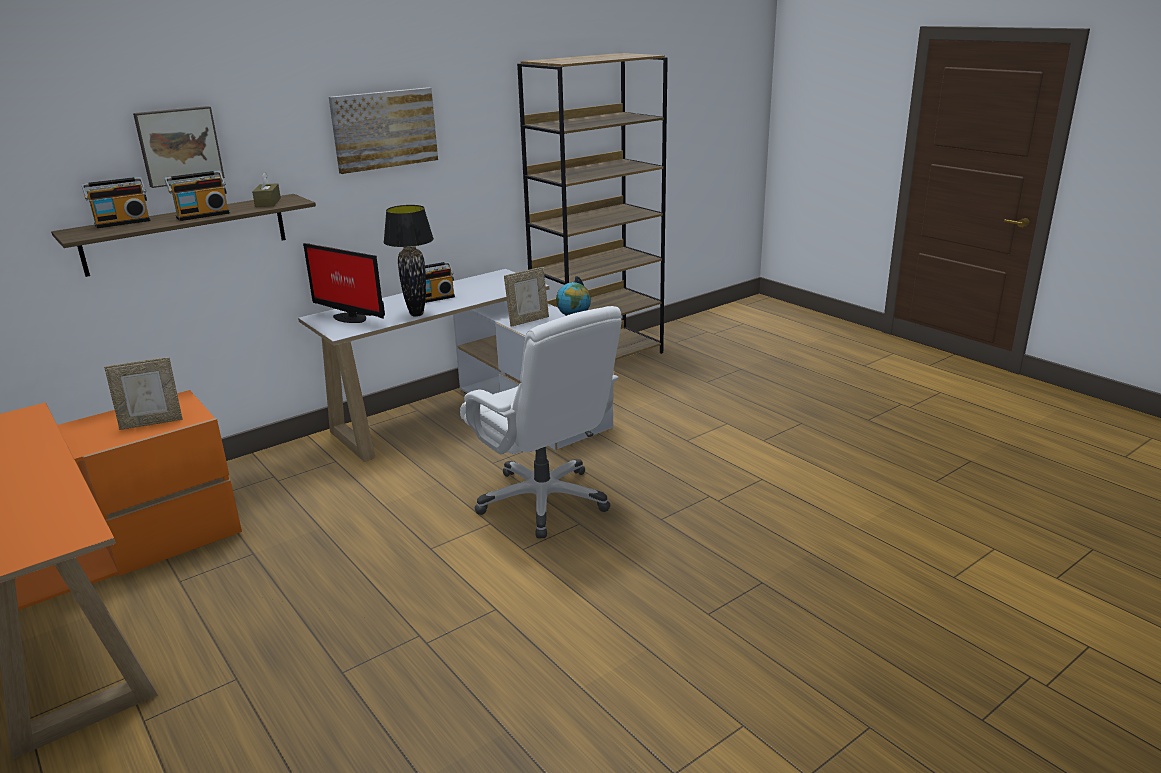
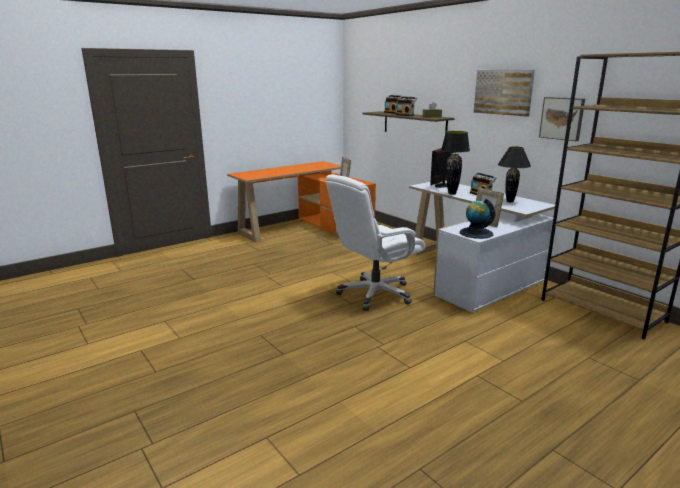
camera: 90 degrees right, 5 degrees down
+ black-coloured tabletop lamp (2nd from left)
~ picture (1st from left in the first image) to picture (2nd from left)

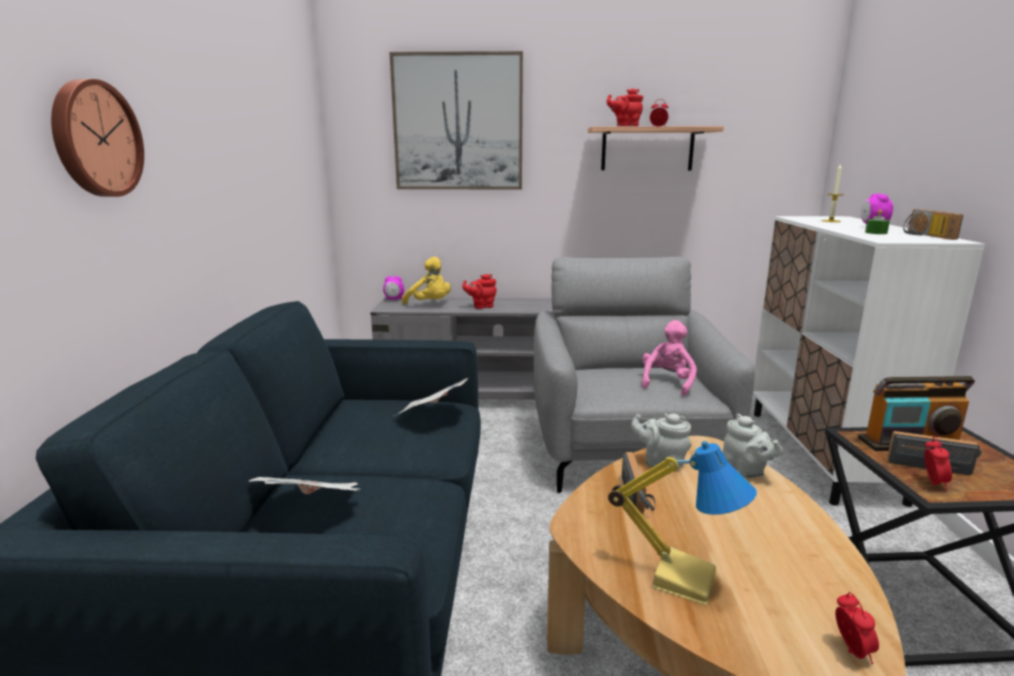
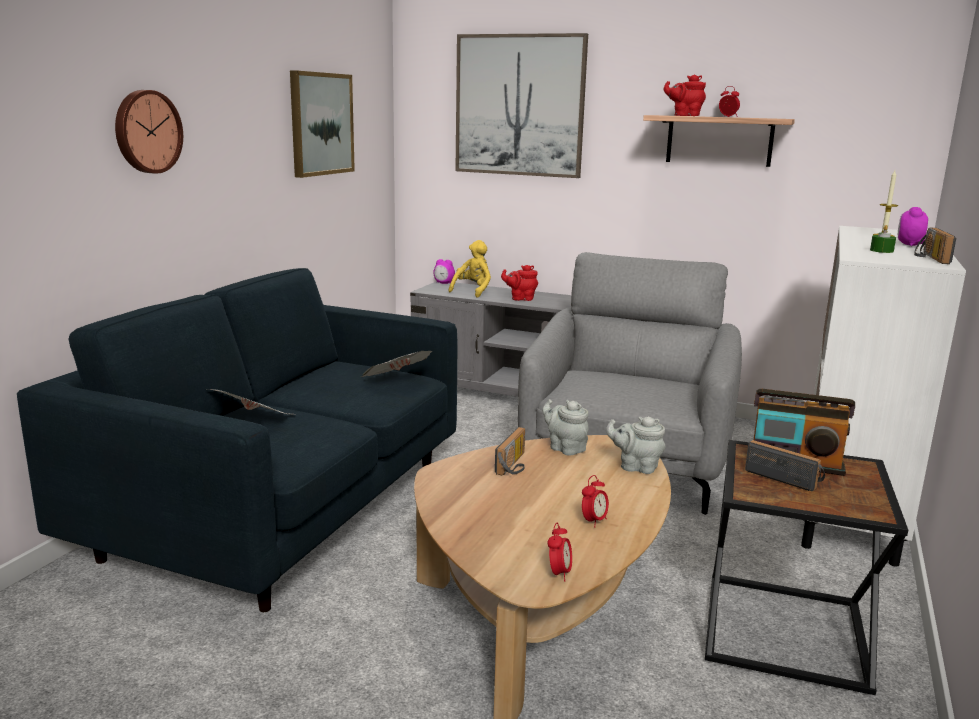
camera: 20 degrees right, 0 degrees up
- tabletop lamp
- pinkish plush toy
+ picture (1st from left)
~ alarm clock (5th from left in the first image) to alarm clock (3rd from left)
~ yellow-coloured plush toy 120 degrees counterclockwise
~ greyish tea pot (2nd from left) 120 degrees clockwise

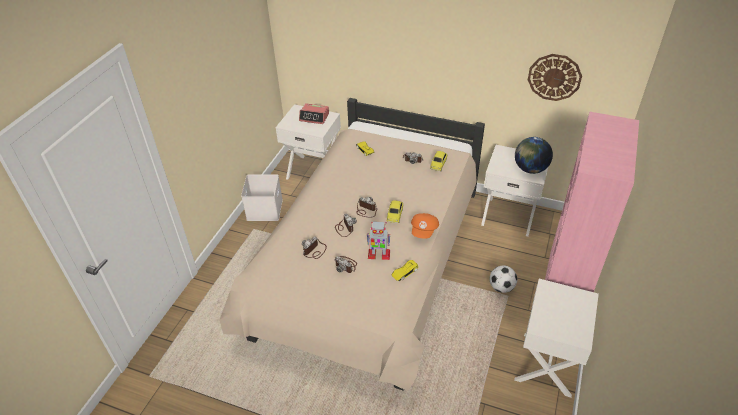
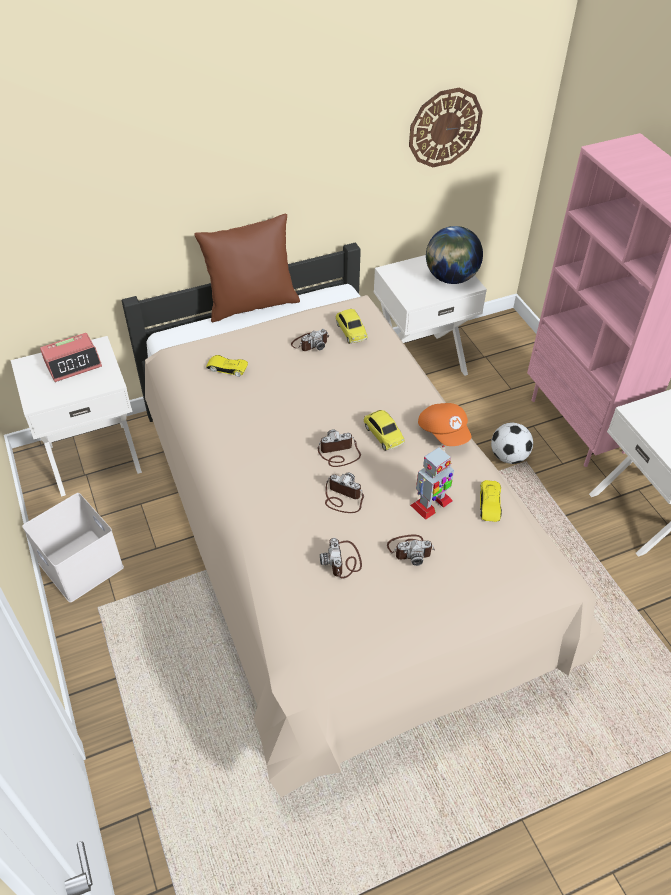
camera: 45 degrees left, 5 degrees up
+ brown cushion

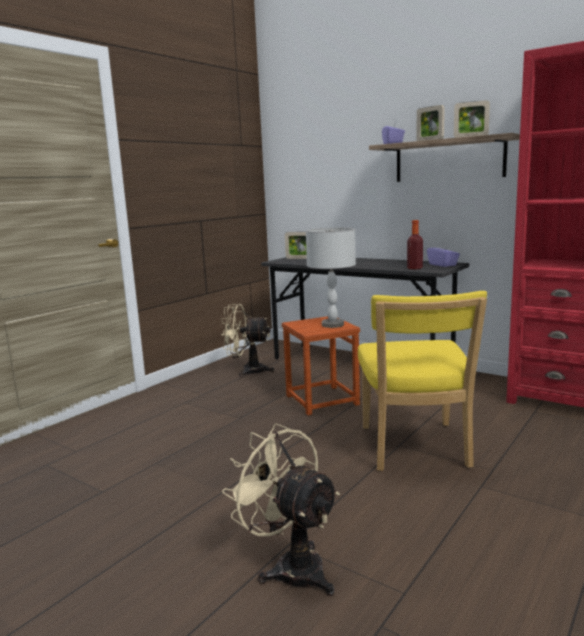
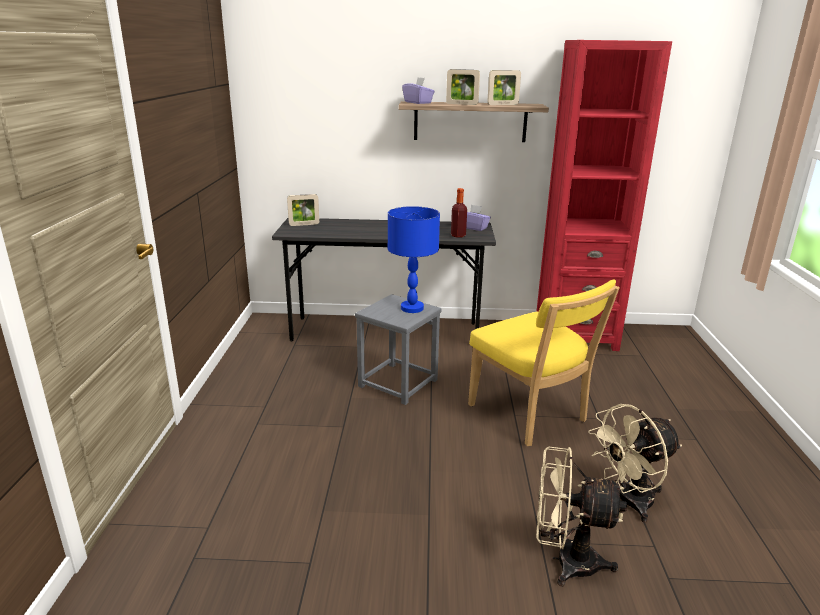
camera: 35 degrees left, 10 degrees up
~ sand-coloured electric fan (1st from left in the first image) to sand-coloured electric fan (2nd from left)
~ brown sitting stool to greyish sitting stool
~ greyish tabletop lamp to blue-coloured tabletop lamp

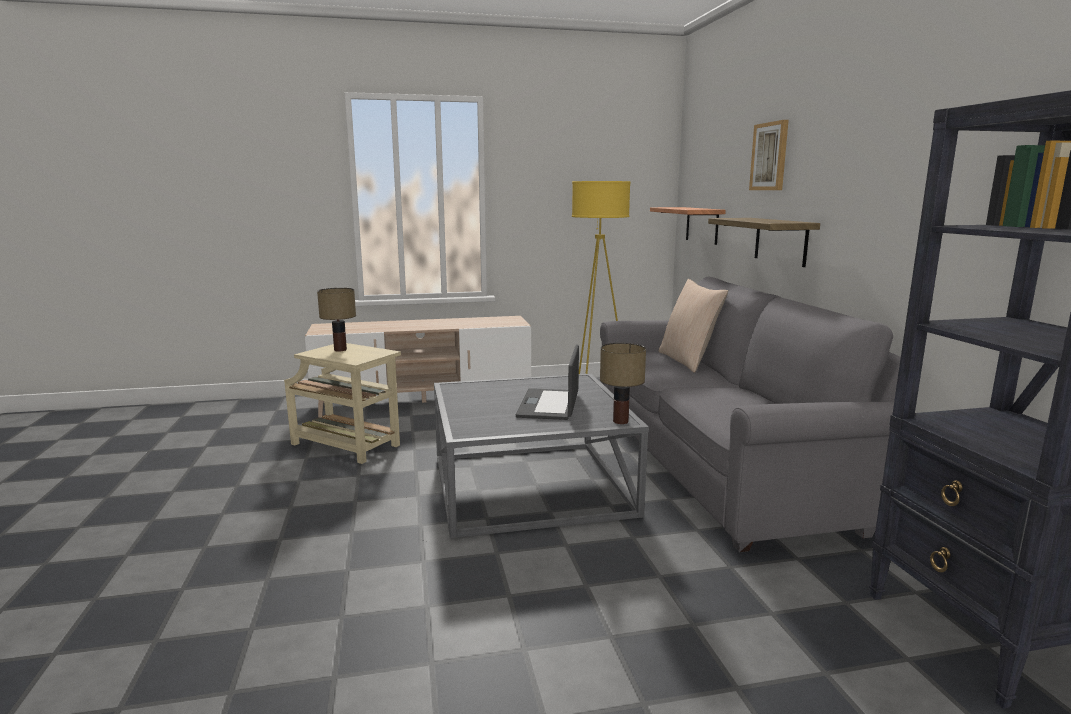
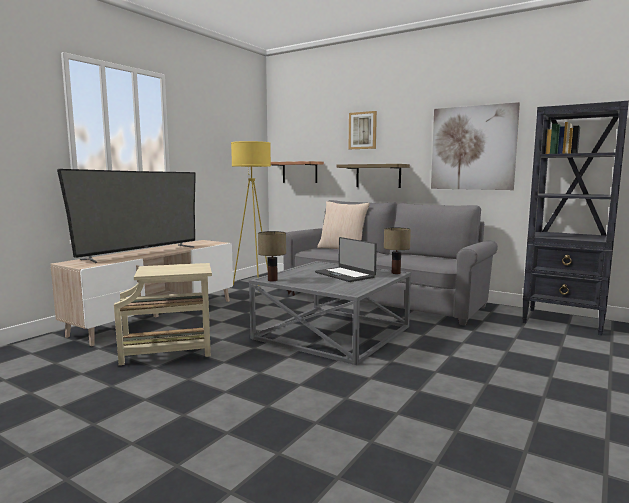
camera: 45 degrees left, 5 degrees down
+ TV
+ picture (2nd from left)
~ tabletop lamp (1st from left)

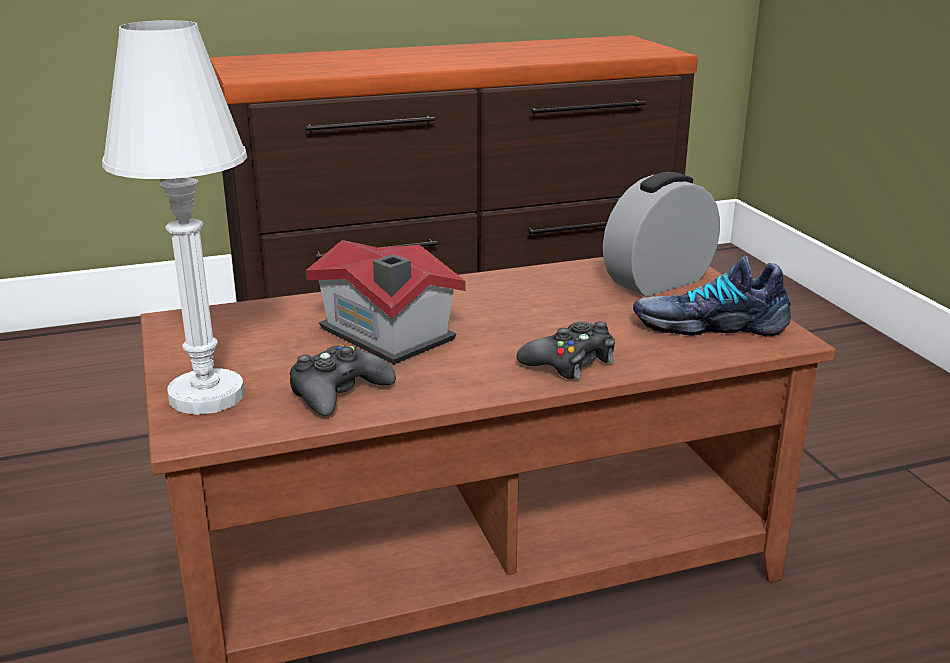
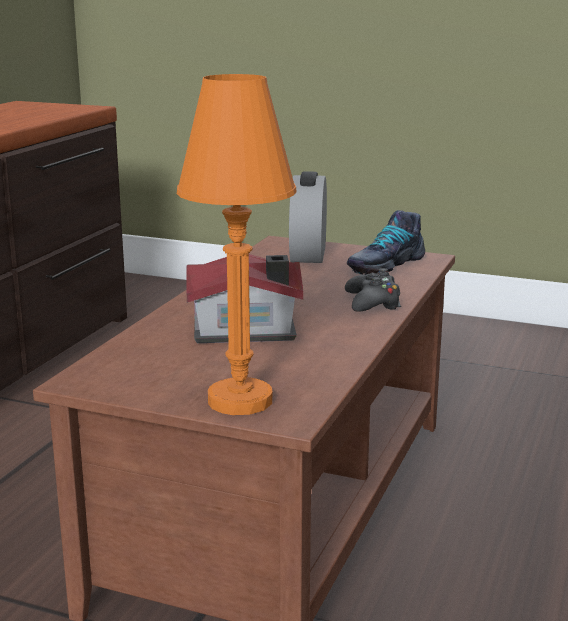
camera: 50 degrees left, 5 degrees down
- black-coloured game controller (1st from left)
~ white tabletop lamp to orange-coloured tabletop lamp

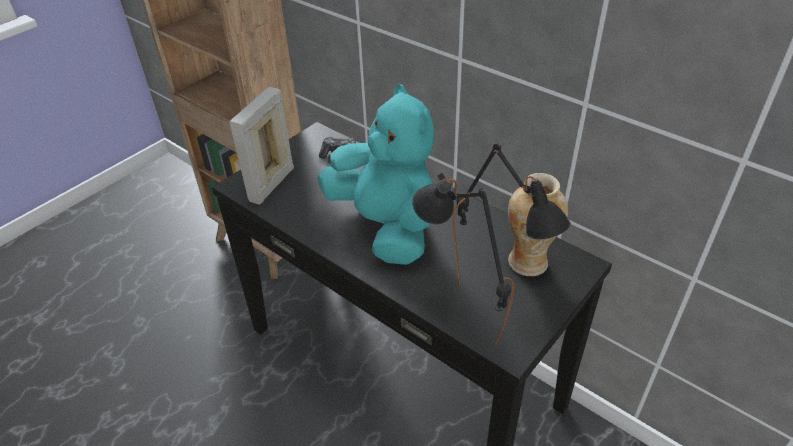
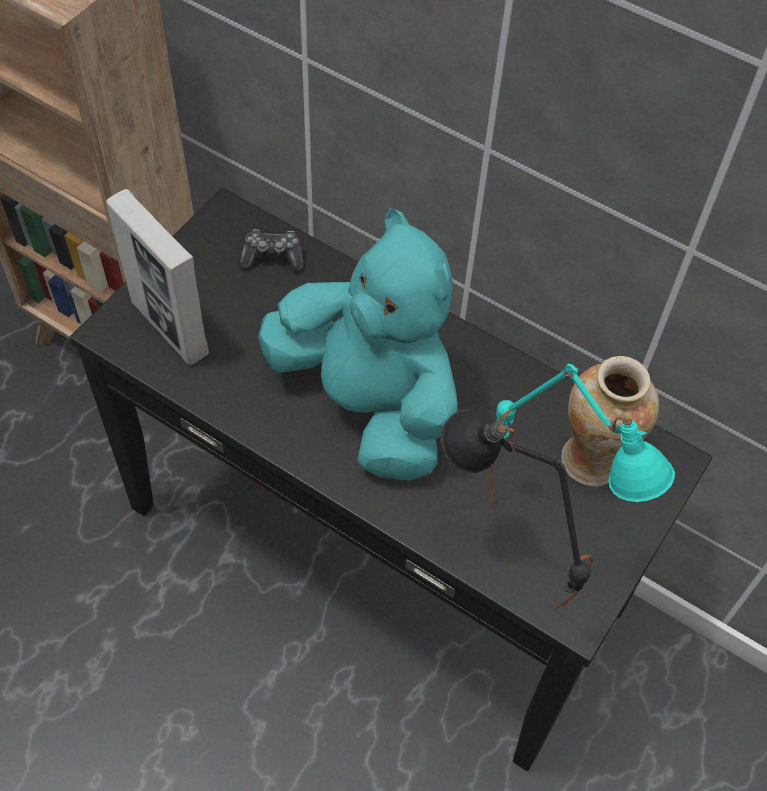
camera: 10 degrees left, 15 degrees up
~ black-coloured tabletop lamp (2nd from left) to turquoise tabletop lamp
~ standing frame 60 degrees counterclockwise

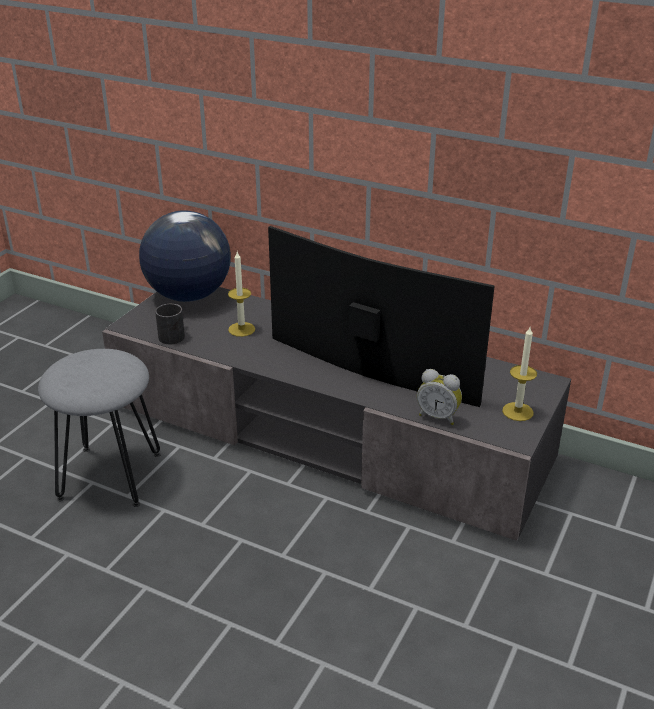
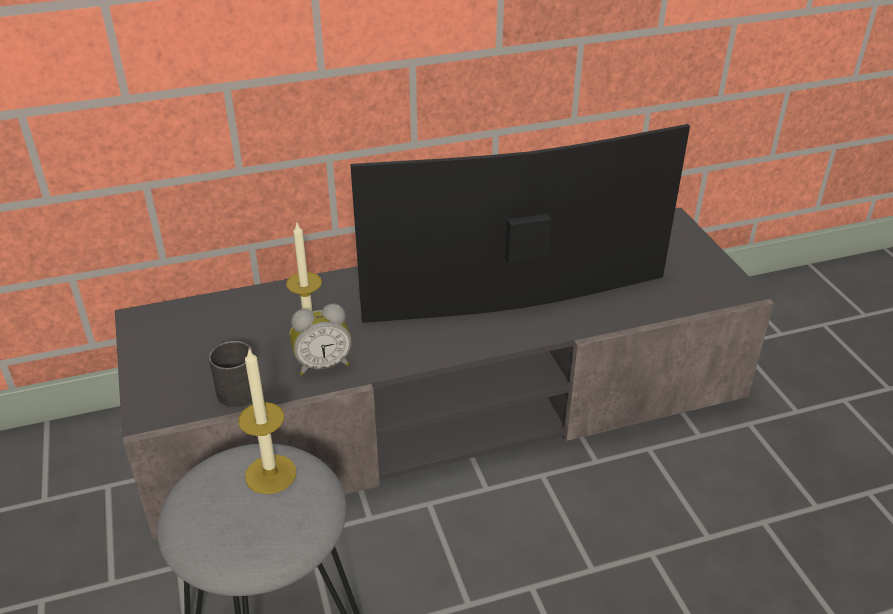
camera: 45 degrees left, 5 degrees up
- desk globe
~ alarm clock
~ candle (2nd from left in the first image) to candle (1st from left)

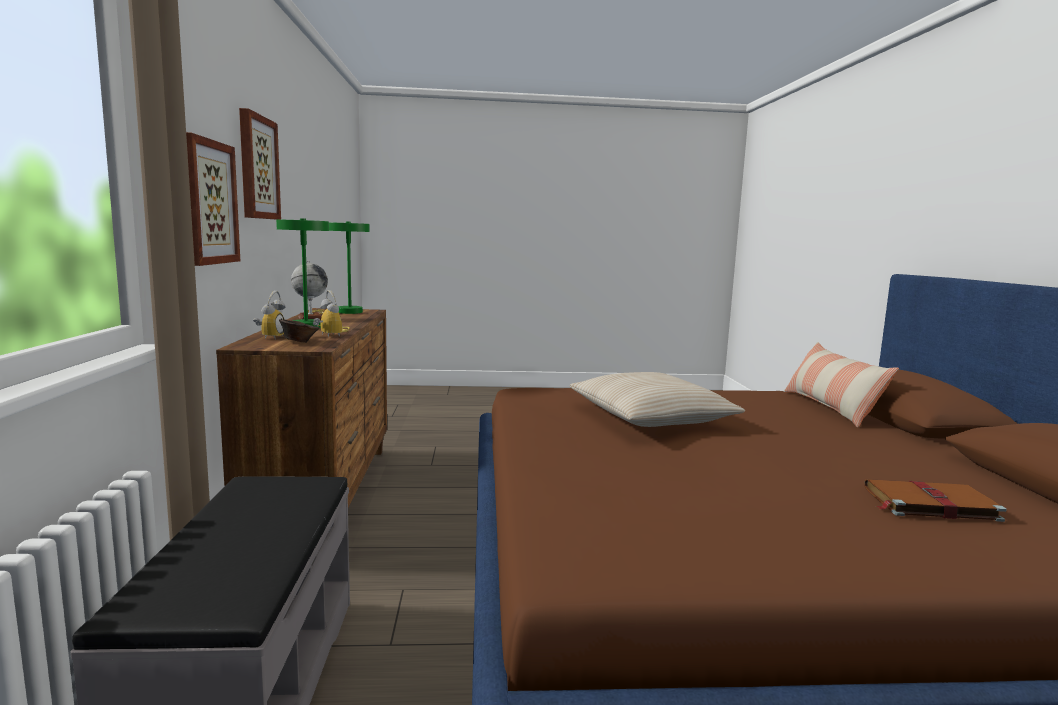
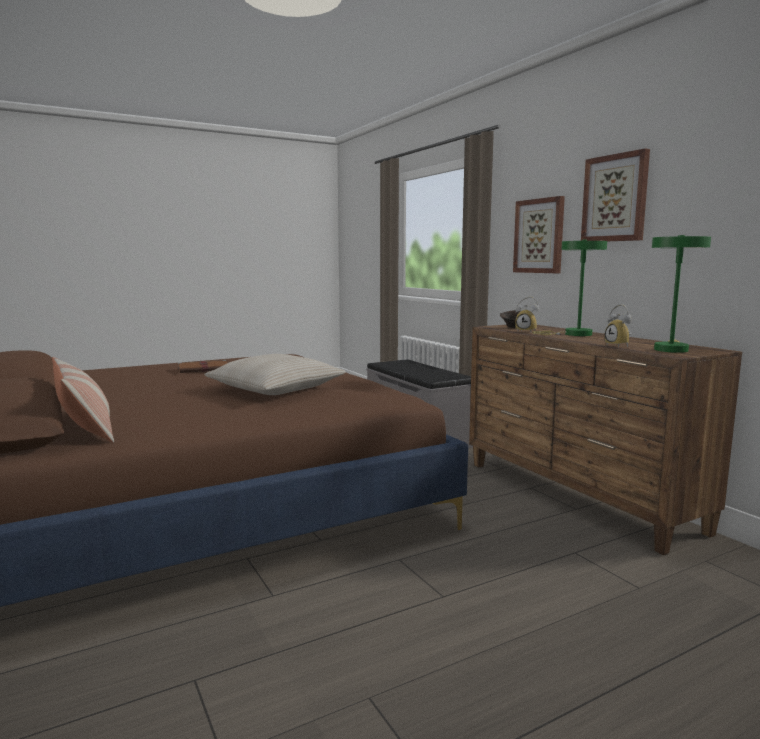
camera: 155 degrees right, 0 degrees up
- desk globe
~ alarm clock (1st from left in the first image) to alarm clock (2nd from left)
~ brown bound book

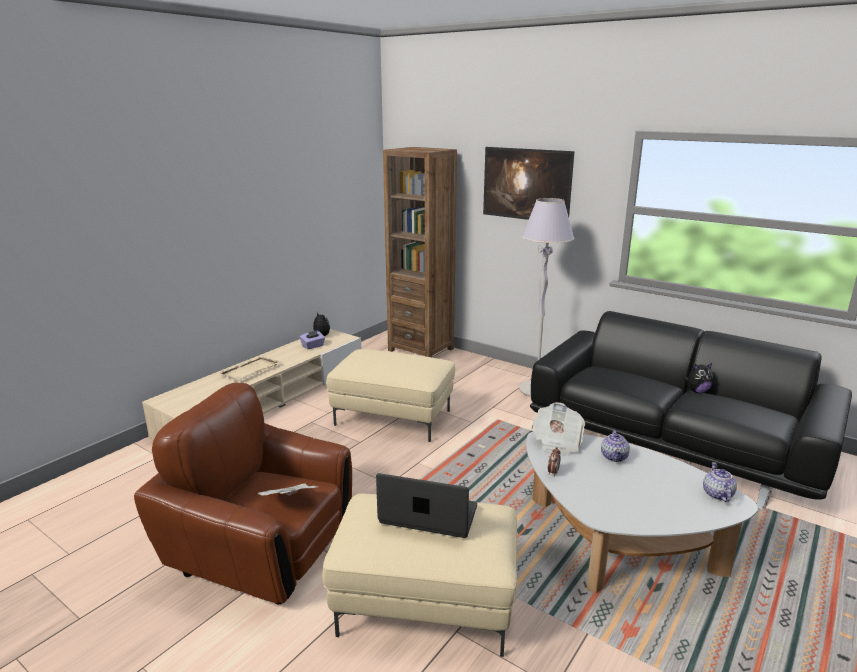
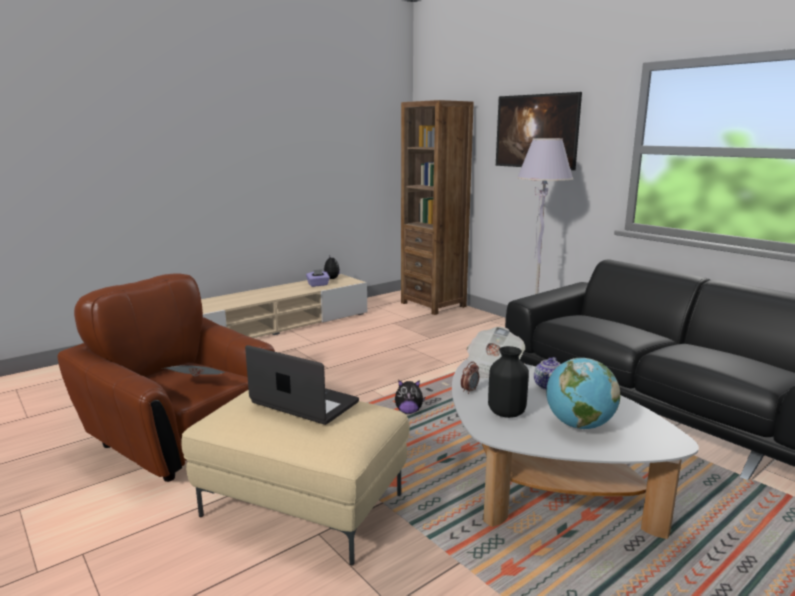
camera: 15 degrees right, 5 degrees down
- sand-coloured carrying tray
- sand-coloured footrest (1st from left)
- tea pot (2nd from left)
+ black-coloured vase
+ desk globe
~ plush toy (2nd from left)

